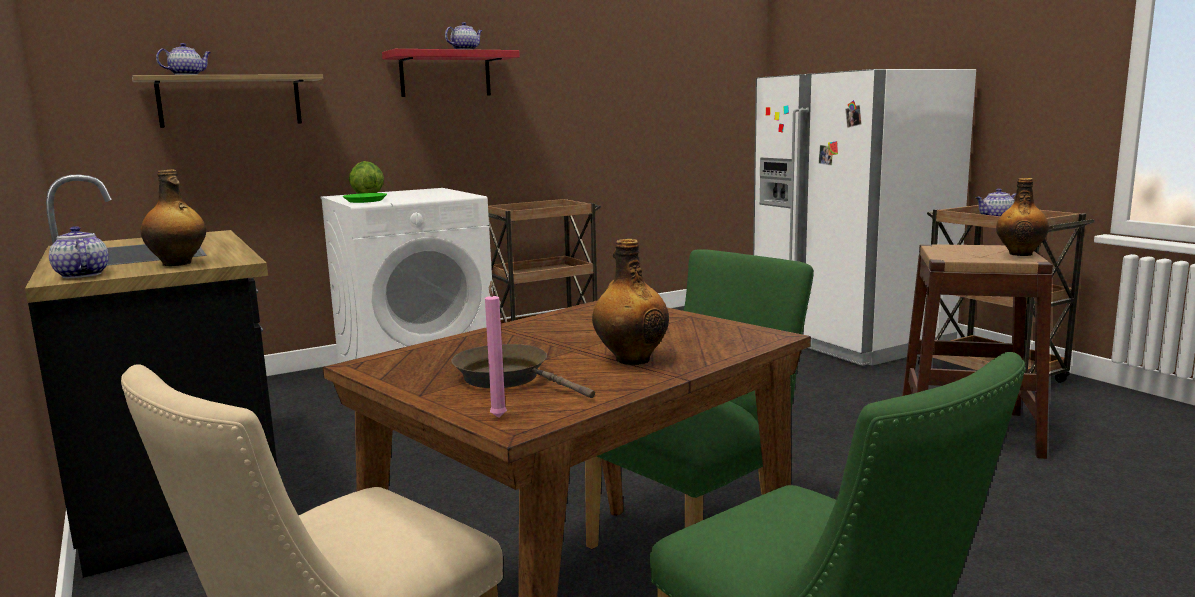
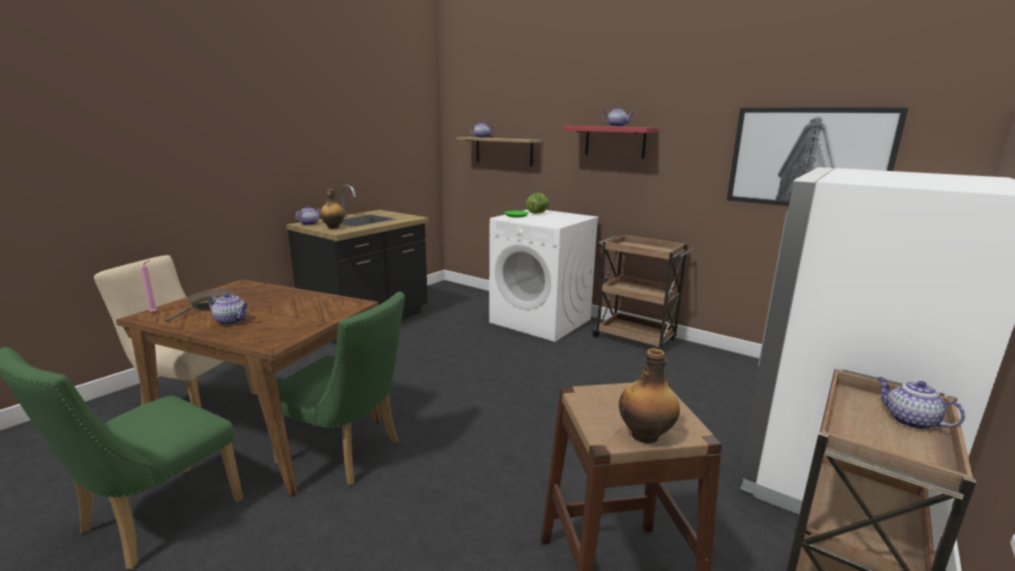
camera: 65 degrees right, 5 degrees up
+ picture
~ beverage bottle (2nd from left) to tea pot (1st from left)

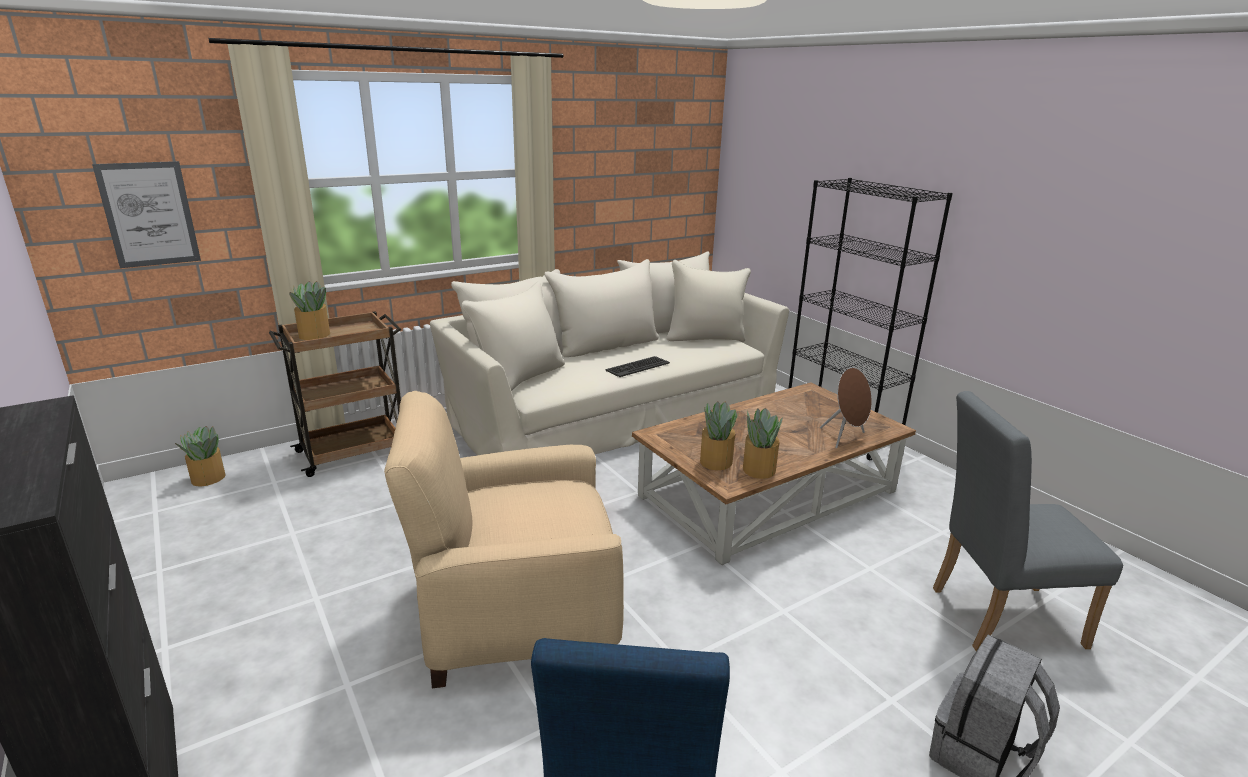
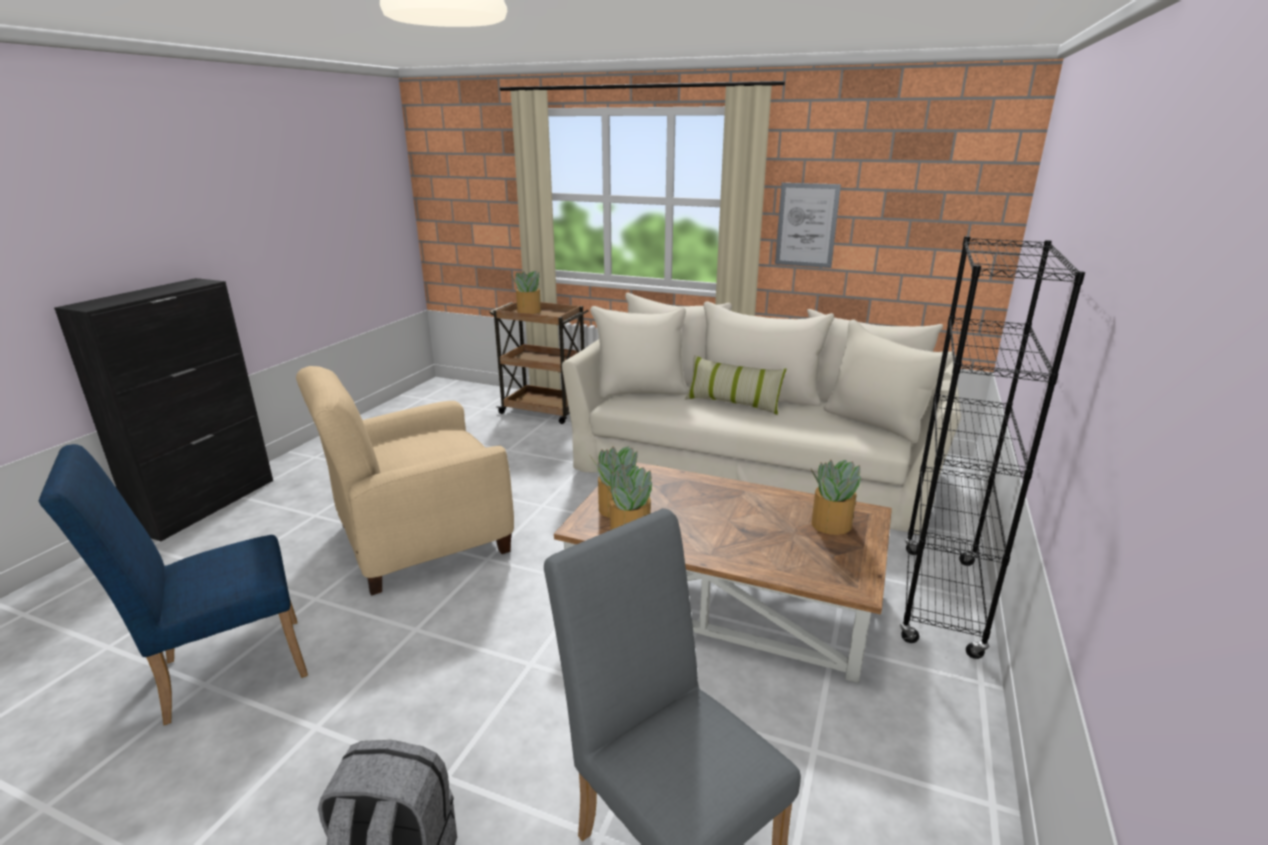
camera: 55 degrees right, 0 degrees up
- keyboard
- brown speaker
+ cushion
~ picture
~ plant in a pot (1st from left in the first image) to plant in a pot (4th from left)
~ sand-coloured armchair 75 degrees counterclockwise

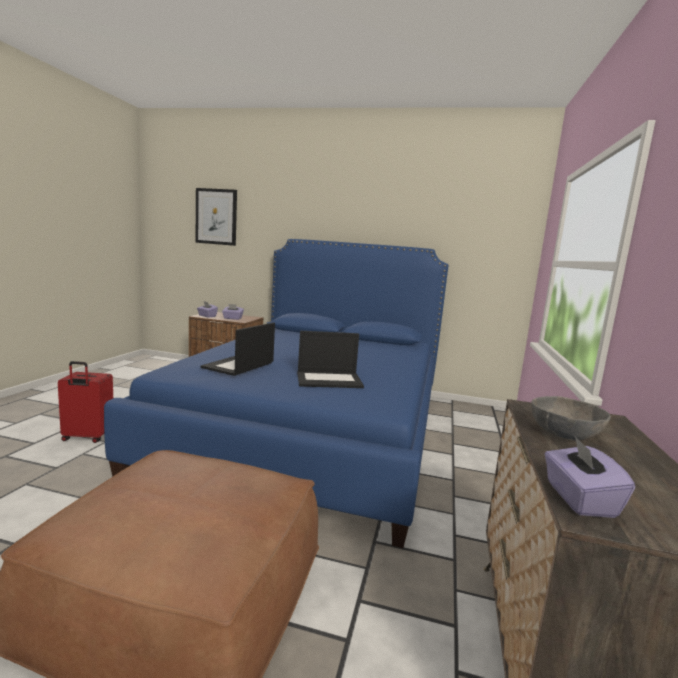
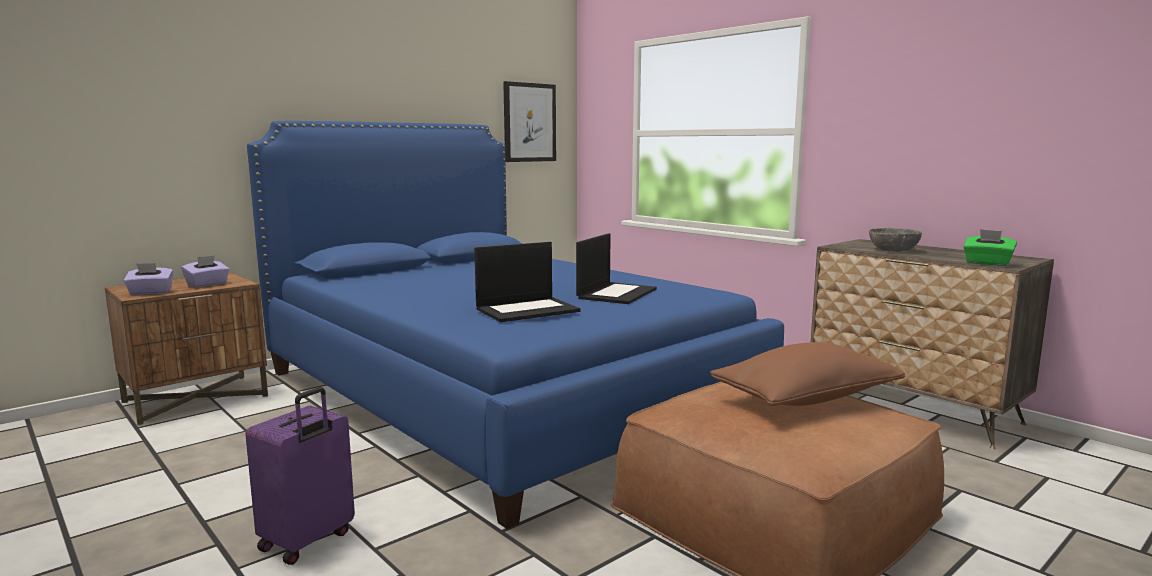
camera: 55 degrees left, 0 degrees up
+ brown cushion
~ picture
~ reddish suitcase to purple-coloured suitcase
~ purple-coloured tissue box (3rd from left) to greenish tissue box
~ notebook computer (1st from left) 90 degrees counterclockwise

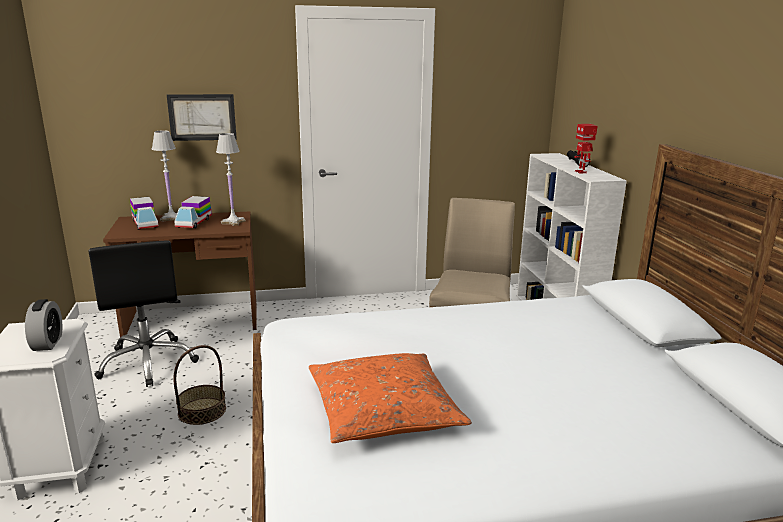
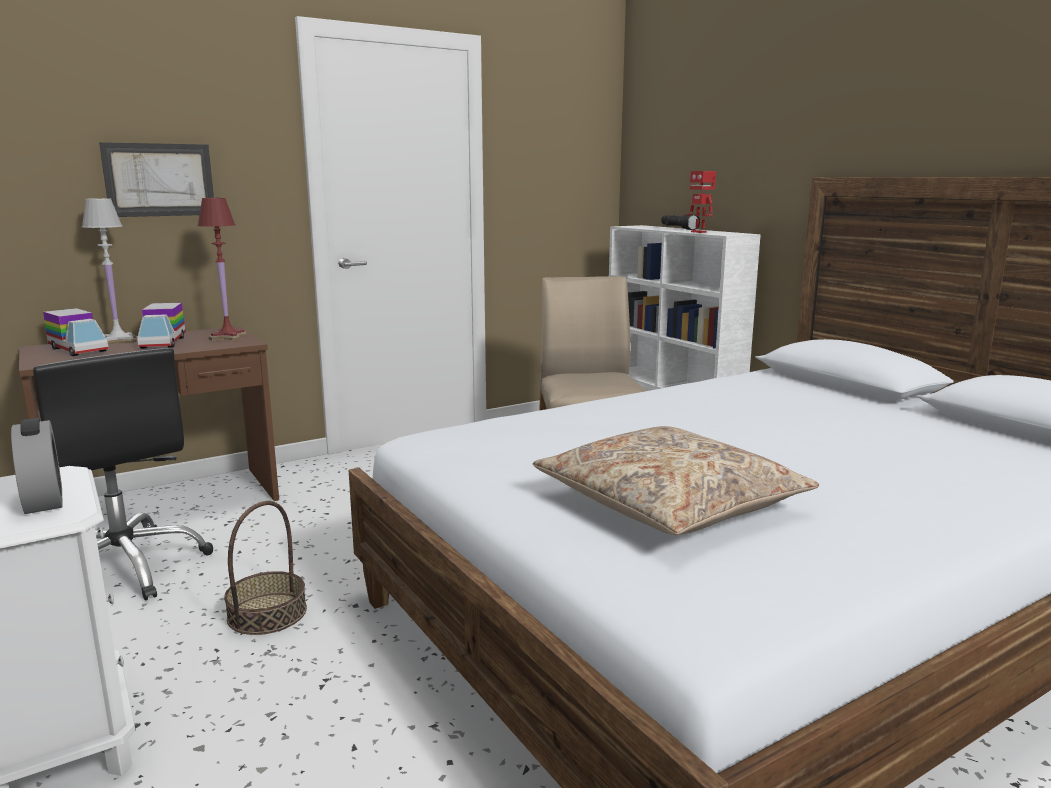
camera: 20 degrees left, 5 degrees down
~ white tabletop lamp (2nd from left) to reddish tabletop lamp
~ orange-coloured cushion to sand-coloured cushion

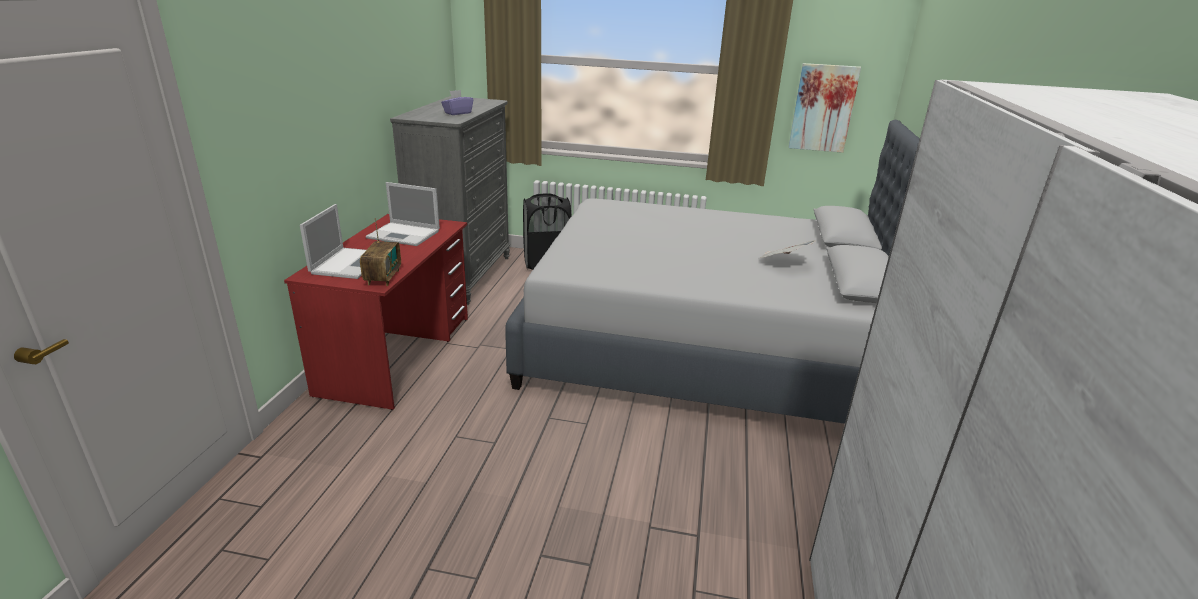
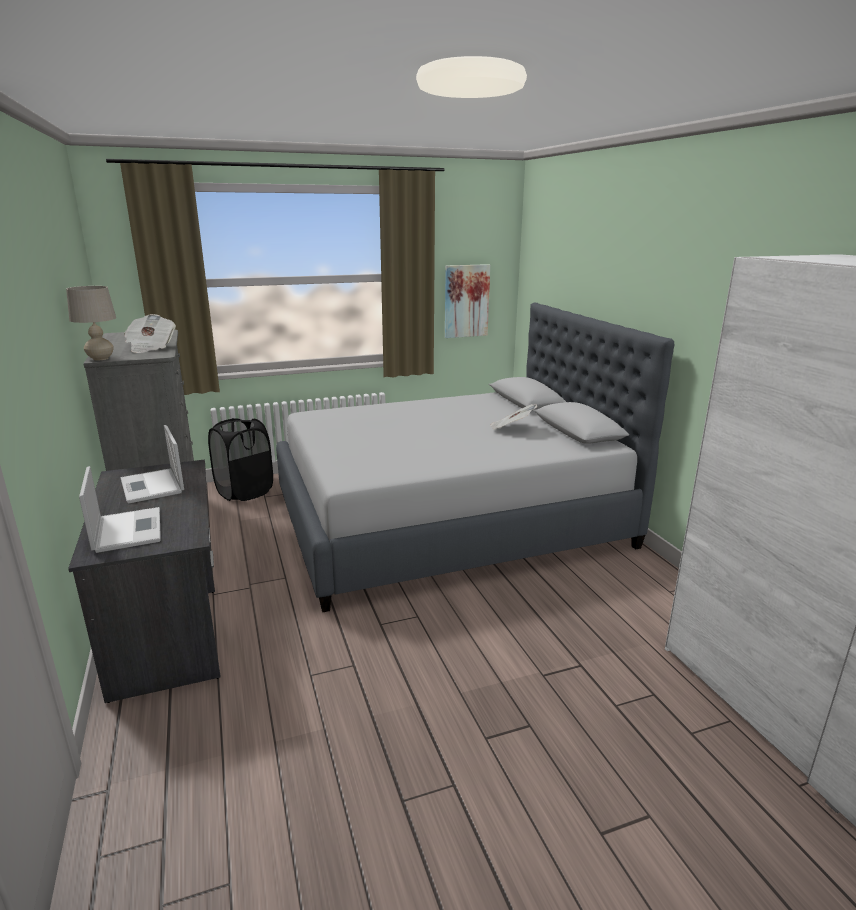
camera: 30 degrees left, 5 degrees down
- radio
+ sand-coloured tabletop lamp
~ purple-coloured tissue box to printed paper (1st from left)
~ reddish desk unit to greyish desk unit
~ notebook computer (2nd from left) 75 degrees clockwise

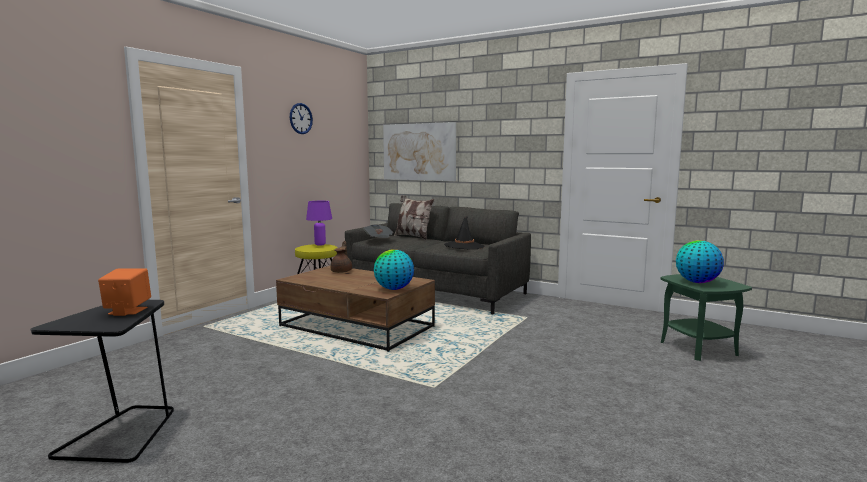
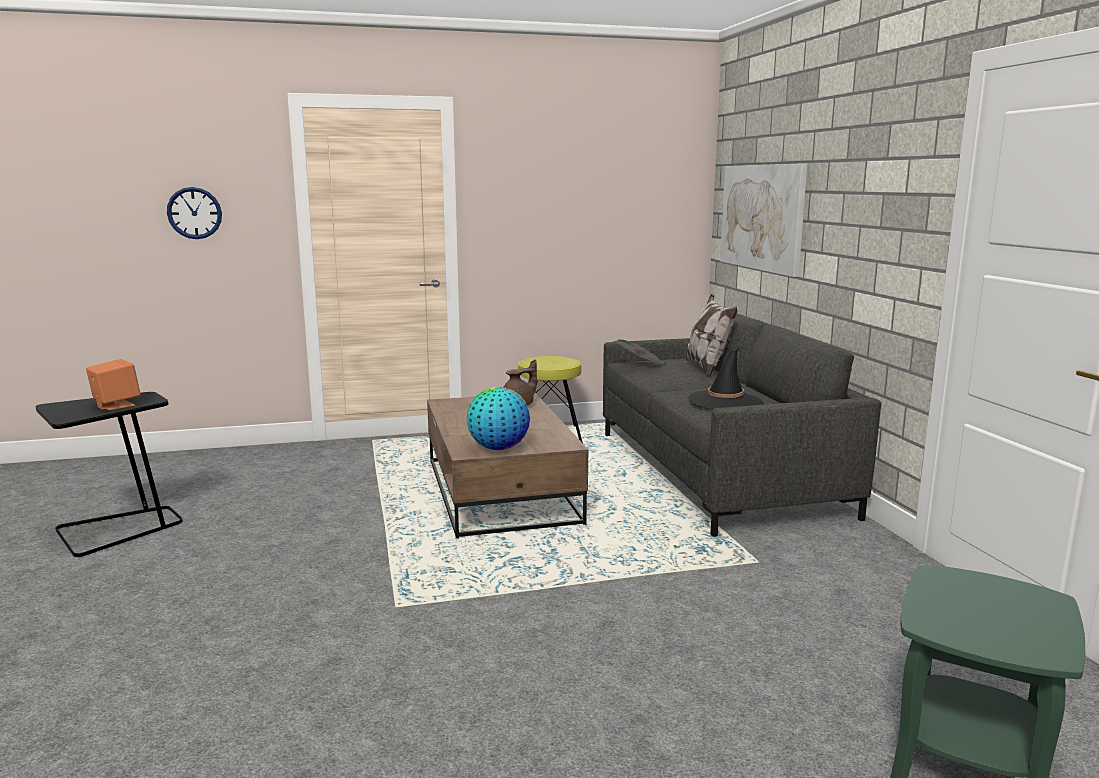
camera: 45 degrees right, 5 degrees up
- purple-coloured tabletop lamp
- desk globe (2nd from left)
~ wall clock

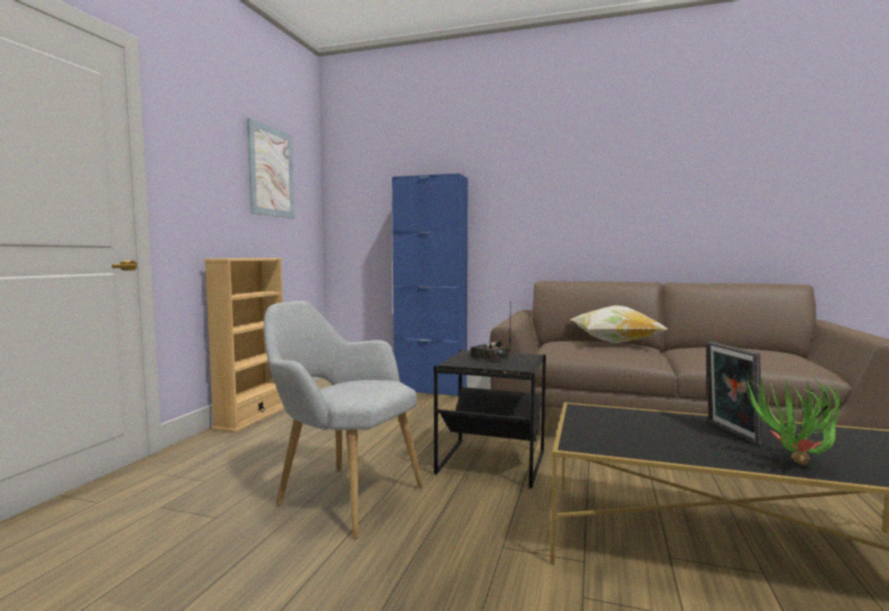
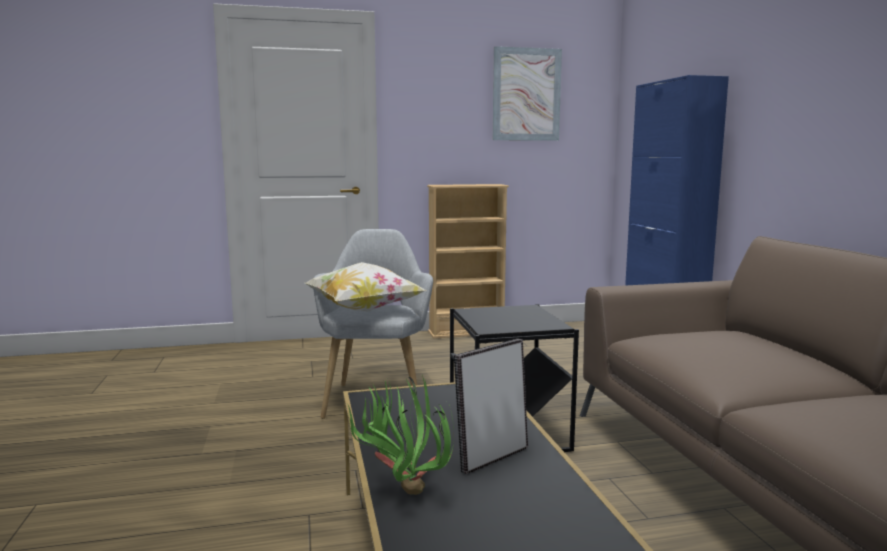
camera: 60 degrees right, 5 degrees up
- radio
~ cushion

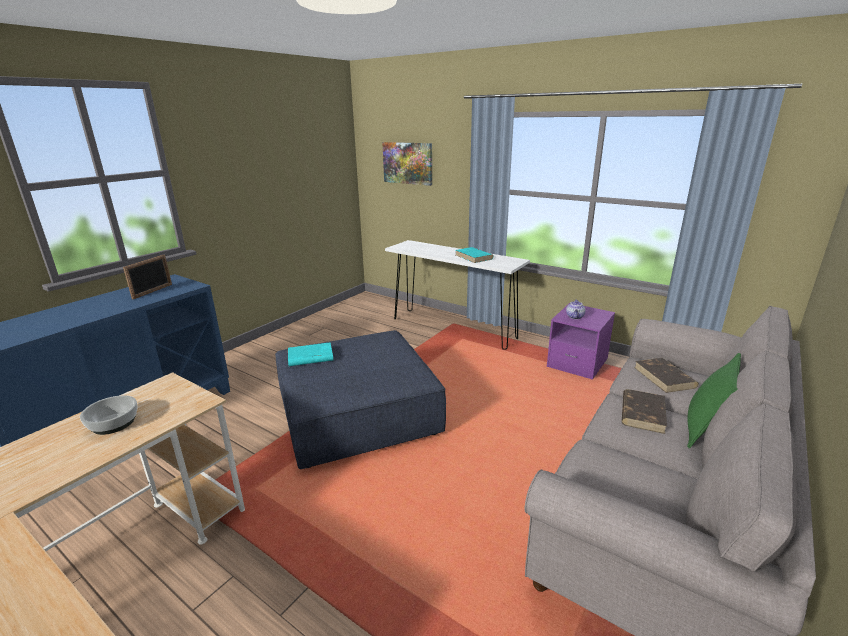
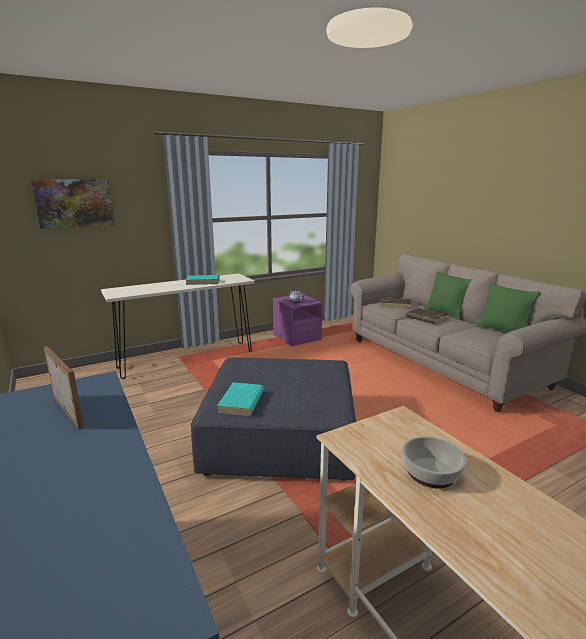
camera: 65 degrees left, 5 degrees down
+ greenish cushion (2nd from left)

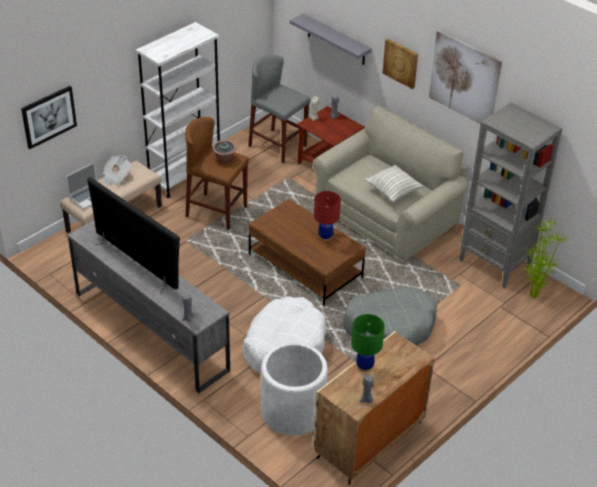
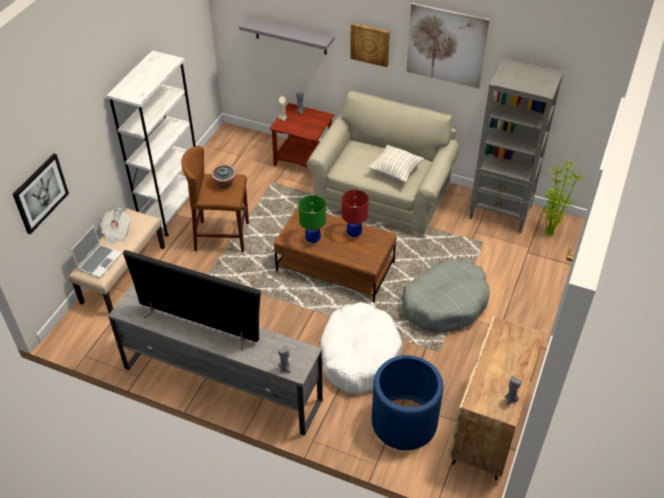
camera: 20 degrees left, 5 degrees up
- greyish sitting stool
~ greenish tabletop lamp
~ white plant pot to blue-coloured plant pot

